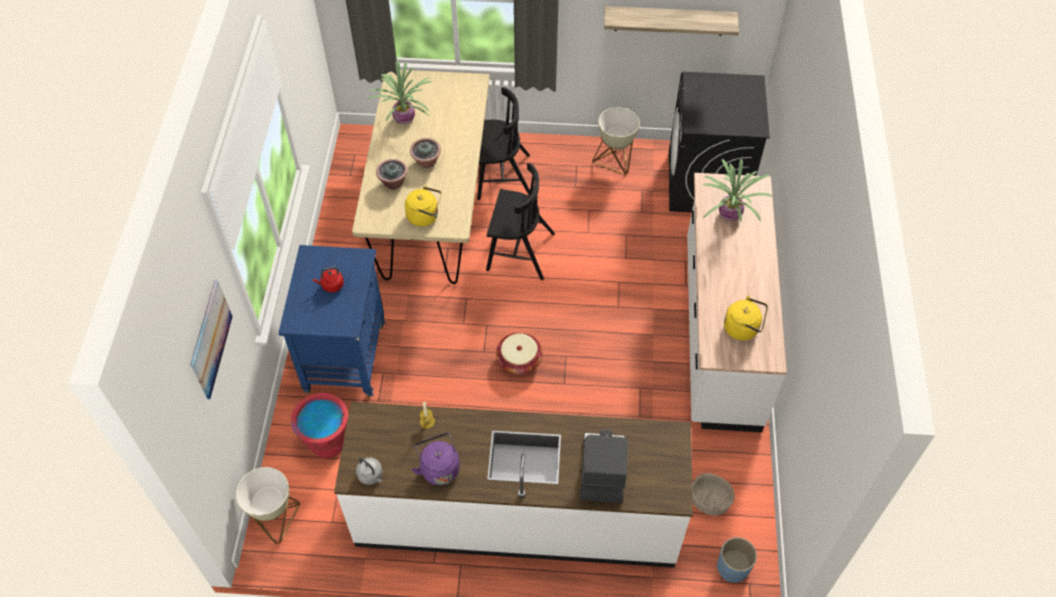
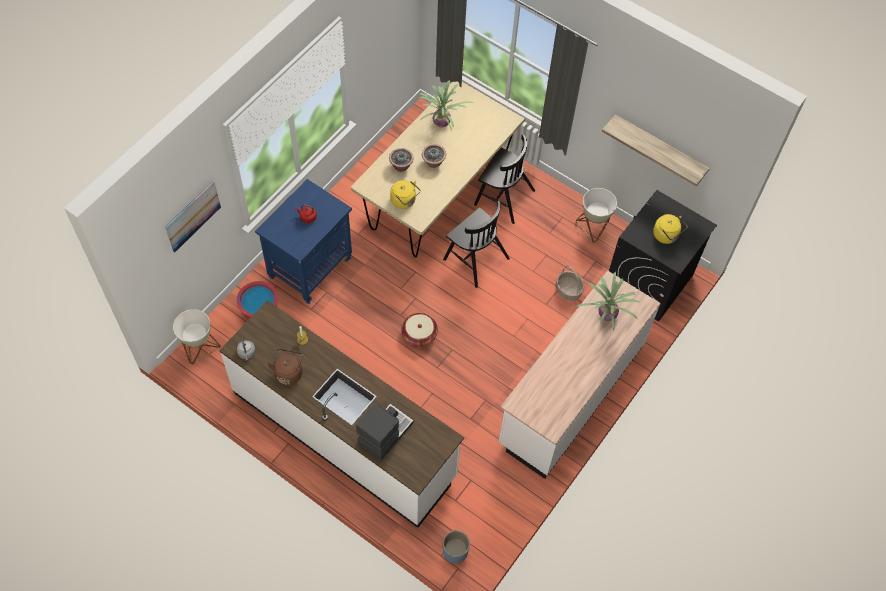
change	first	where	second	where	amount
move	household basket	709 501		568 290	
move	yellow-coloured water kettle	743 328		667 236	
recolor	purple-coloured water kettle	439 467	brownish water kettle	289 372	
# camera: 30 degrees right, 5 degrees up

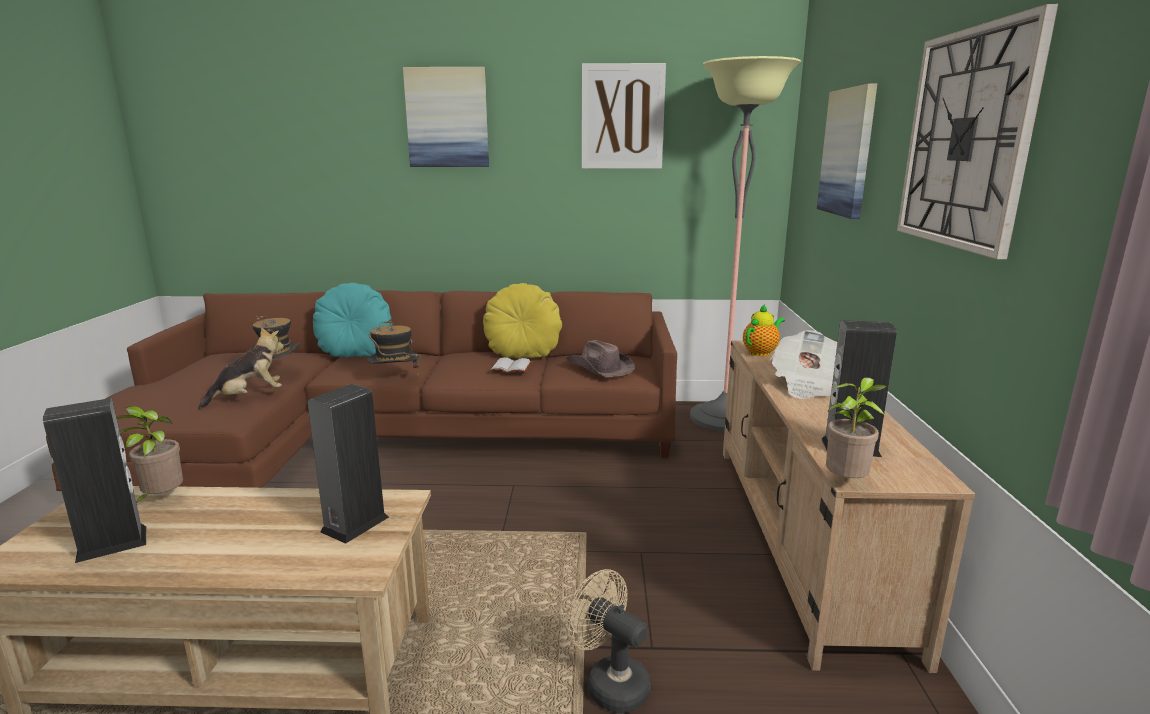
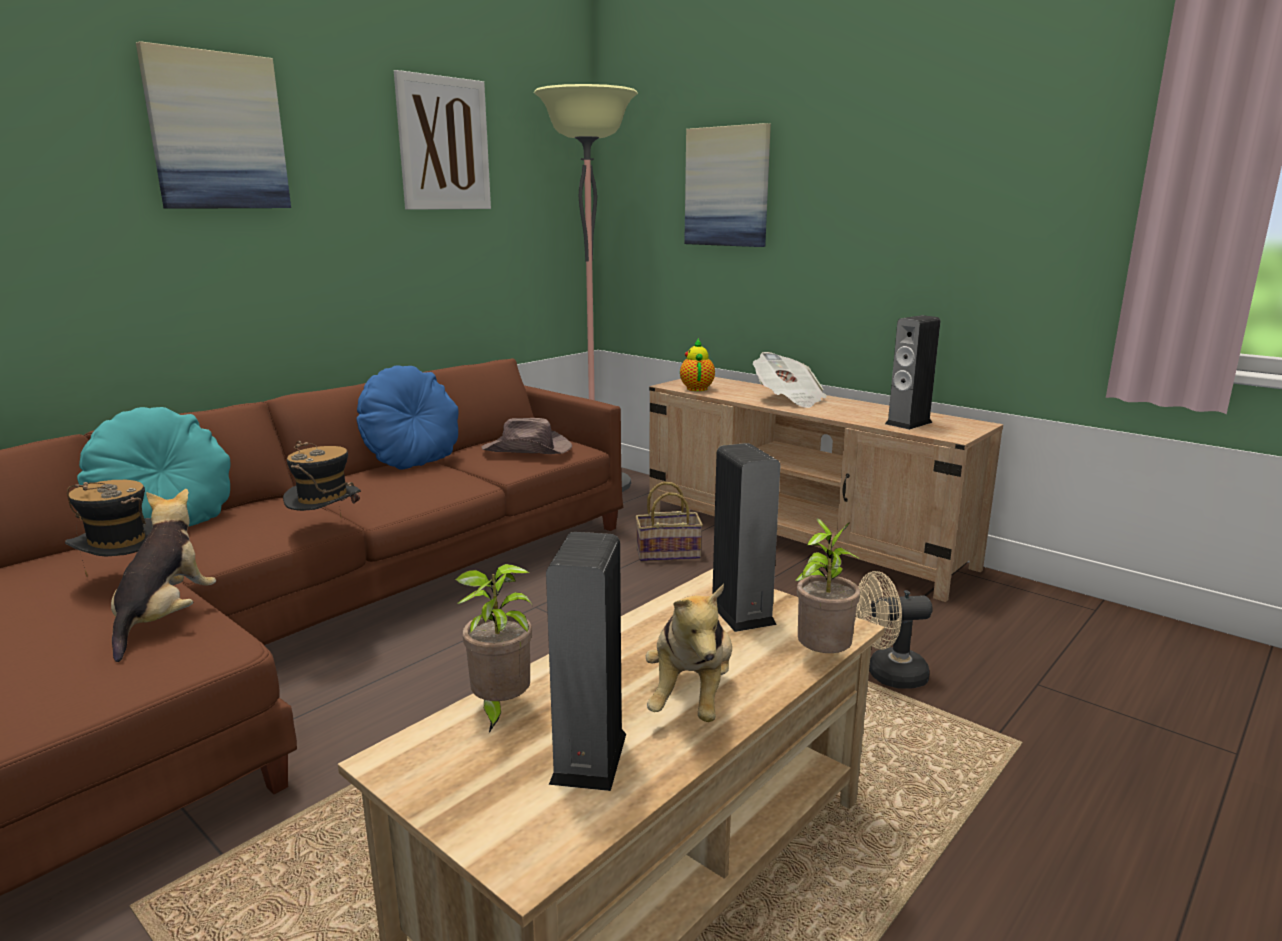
change	first	where	second	where	amount
delete	whitish bound book	512 367			
delete	hanging clock	966 139			
insert			household basket	669 553	
insert			plush toy	691 697	
move	houseplant	846 483		822 658	
recolor	yellow-coloured cushion	523 355	blue-coloured cushion	413 463	
# camera: 50 degrees left, 0 degrees up

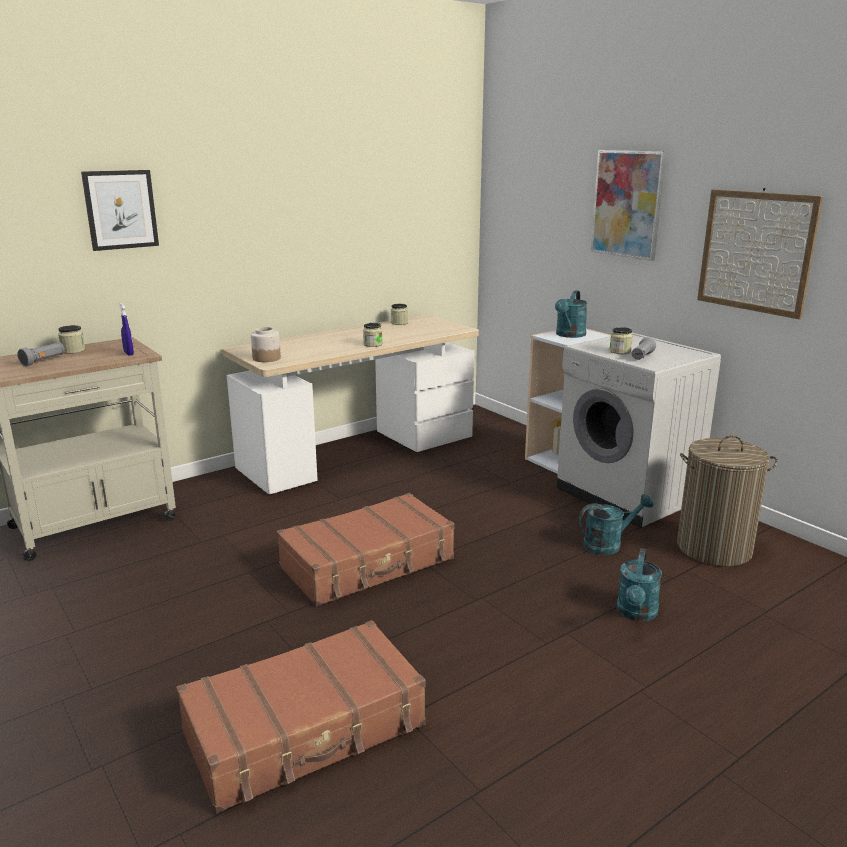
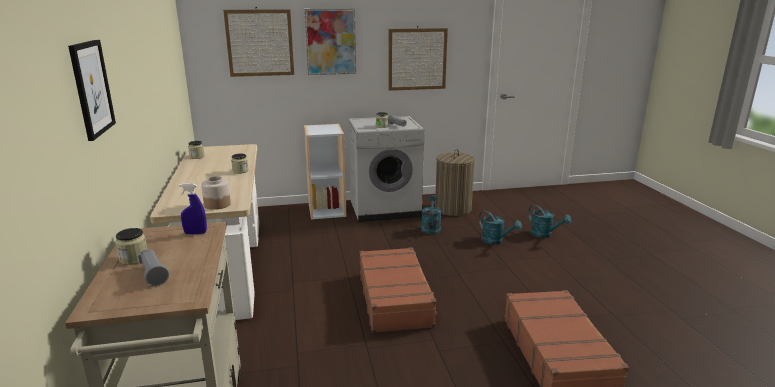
change	first	where	second	where	amount
insert			wall art	260 42	
move	turquoise-coloured sprinkling can	569 335		544 235	
# camera: 65 degrees left, 0 degrees up

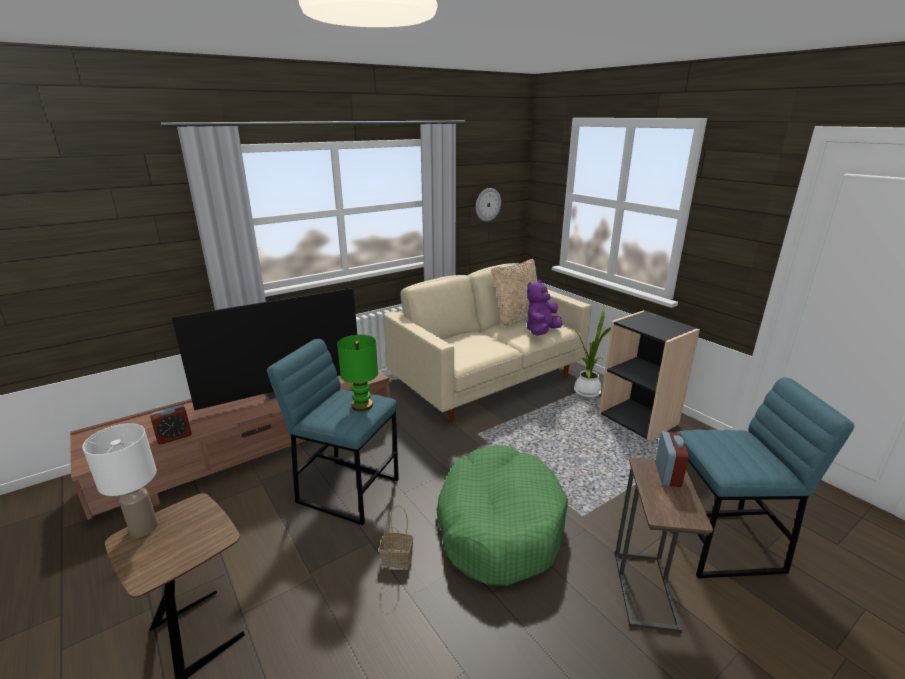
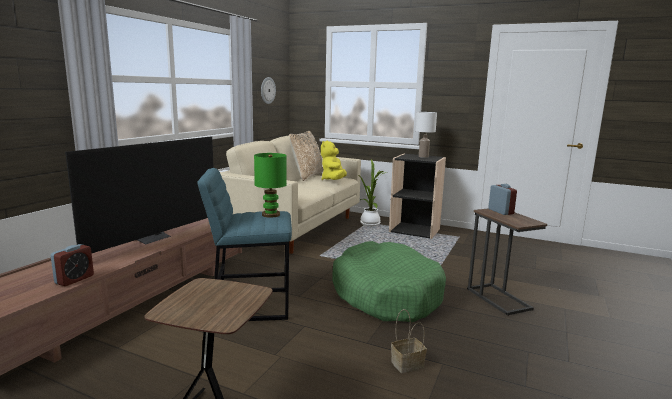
change	first	where	second	where	amount
delete	blue-coloured sitting stool	723 543			
move	whitish lamp for a table	144 528		423 157	
move	household basket	398 558		408 364	
recolor	purple-coloured plush toy	541 332	yellow-coloured plush toy	333 180	
# camera: 30 degrees left, 10 degrees down

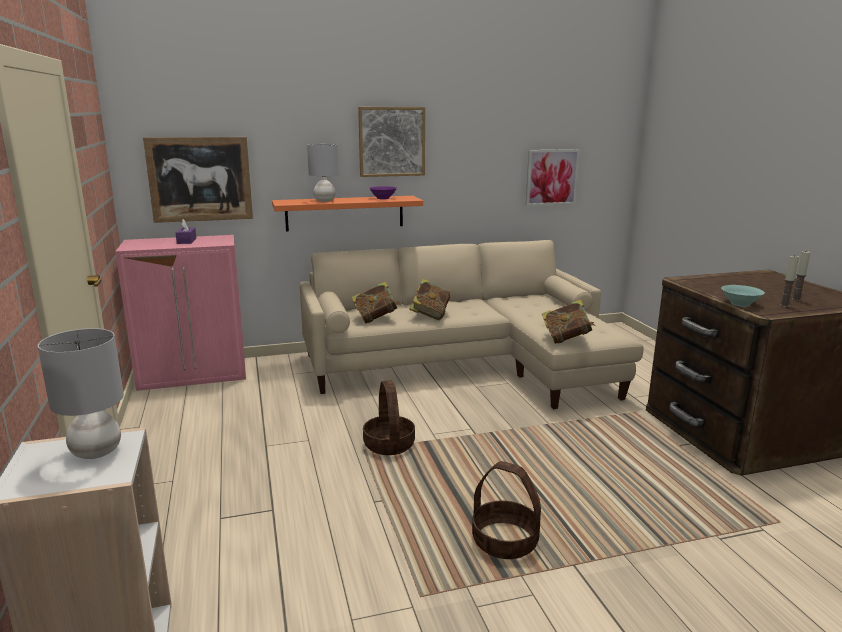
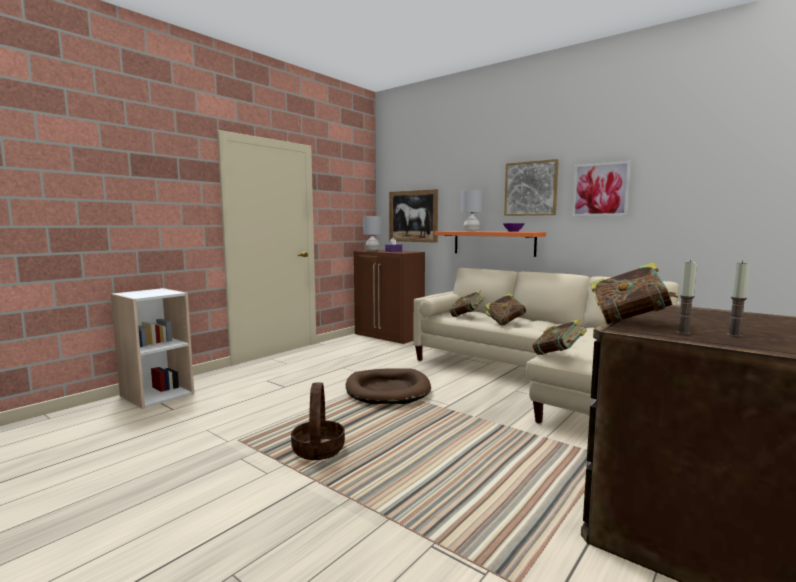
change	first	where	second	where	amount
move	greyish lamp for a table	96 452		372 250	
move	wall art	551 177		600 189	
replace	household basket	388 444	brownish dog bed	387 390	
replace	turquoise-coloured bowl	739 304	bound book	629 321	
recolor	pinkish cabinet	194 374	brownish cabinet	389 335	
# camera: 55 degrees right, 10 degrees down

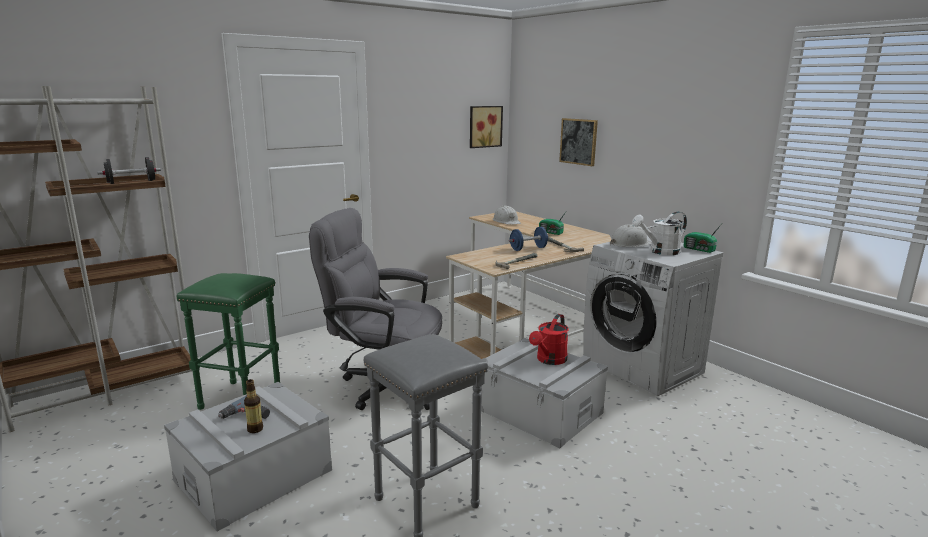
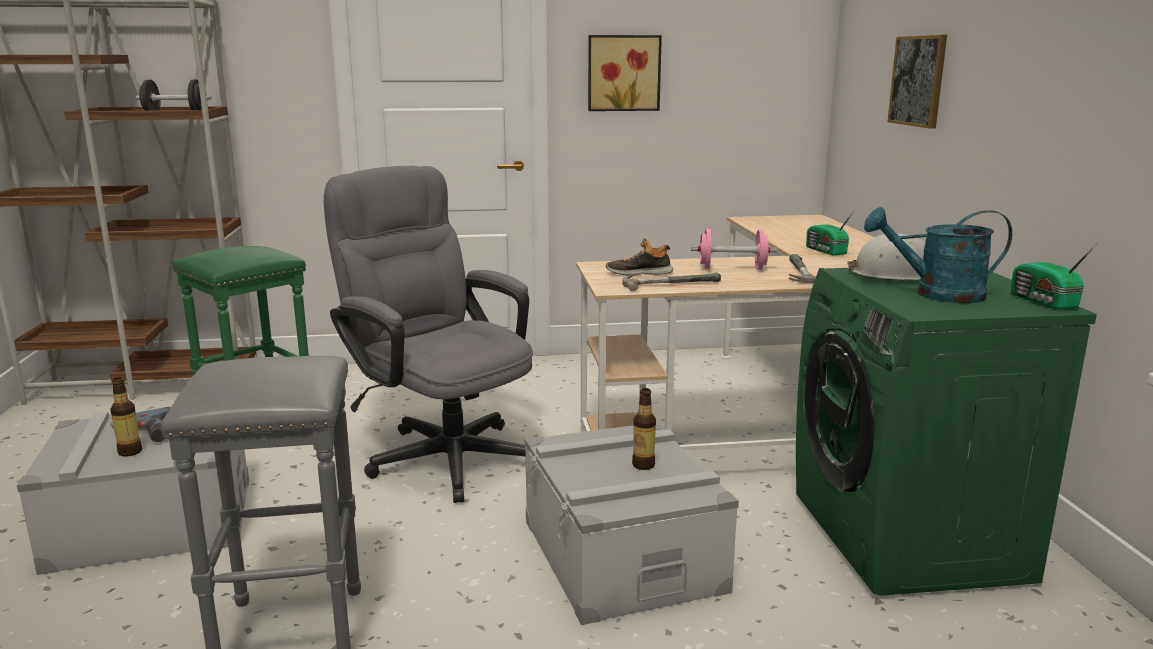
change	first	where	second	where	amount
delete	whitish hard hat	506 221			
insert			item of footwear	639 273	
move	wall art	484 126		623 73	
replace	reddish sprinkling can	549 360	beverage bottle	643 465	
recolor	blue-coloured free weight	528 249	pinkish free weight	732 268	
recolor	whitish laundry appliance	642 369	green-coloured laundry appliance	907 540	
recolor	whitish sprinkling can	660 252	turquoise-coloured sprinkling can	937 294	
# camera: 30 degrees right, 0 degrees up

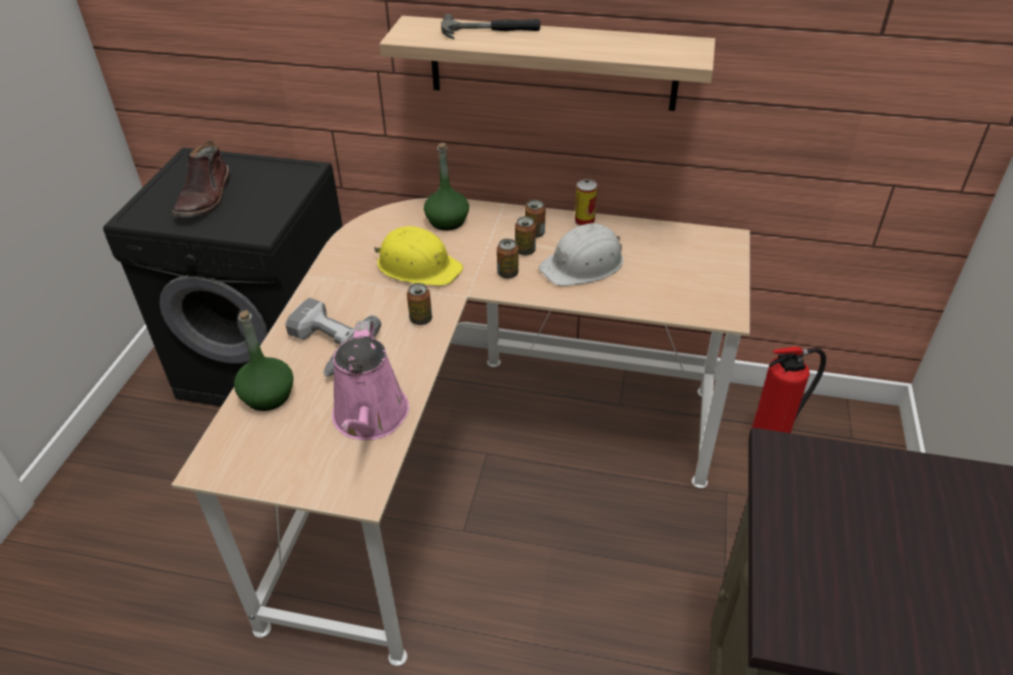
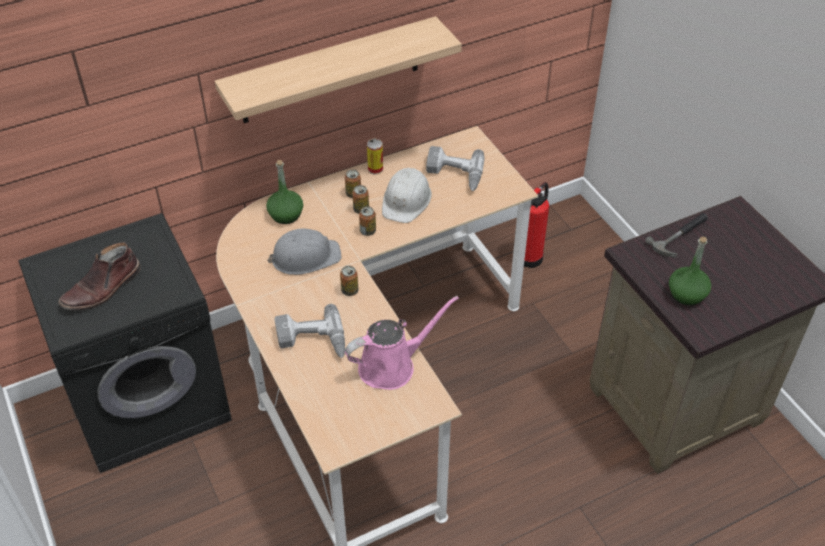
change	first	where	second	where	amount
insert			power drill	454 174	
move	green-coloured beverage bottle	268 396		687 294	
move	hand hammer	490 32		681 236	
recolor	yellow-coloured hard hat	418 266	greyish hard hat	305 257	
rotate	brownish boot	206 198		102 289	75 degrees clockwise
rotate	pinkish sprinkling can	370 418		392 366	75 degrees counterclockwise
# camera: 40 degrees left, 5 degrees up

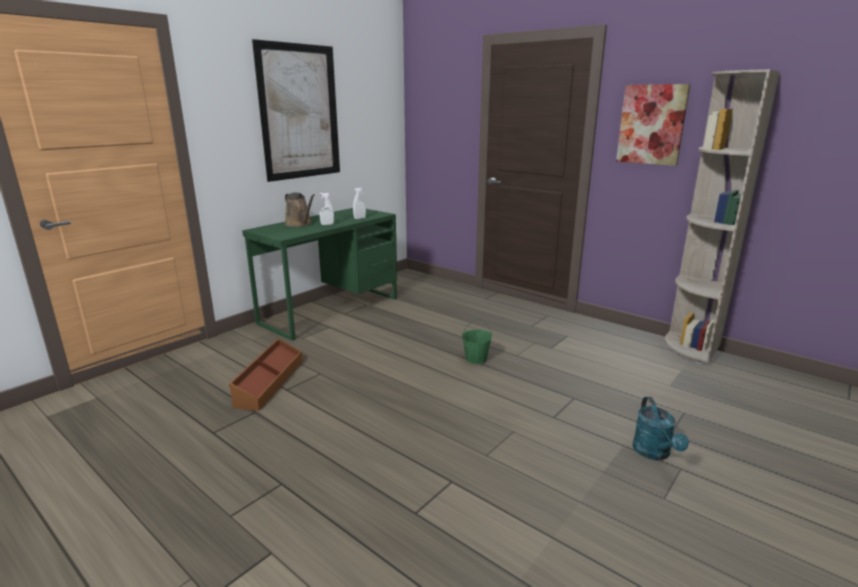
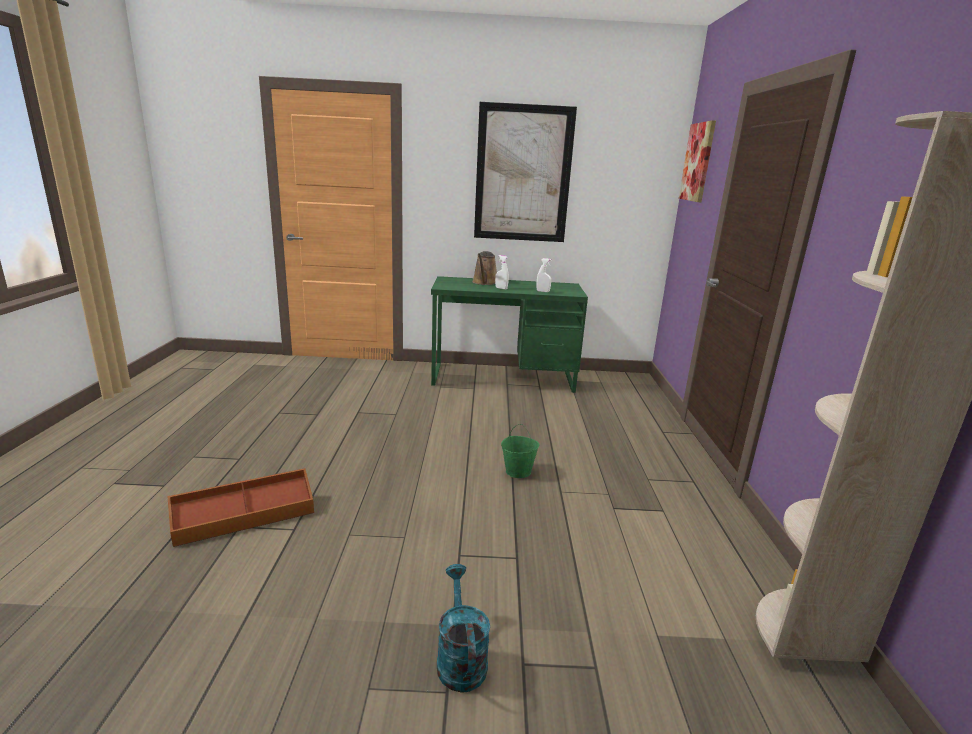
change	first	where	second	where	amount
move	brownish storage box	269 382		245 518	
move	wall art	651 124		698 162	
rotate	turquoise-coloured sprinkling can	654 453		460 658	120 degrees clockwise
# camera: 50 degrees right, 0 degrees up

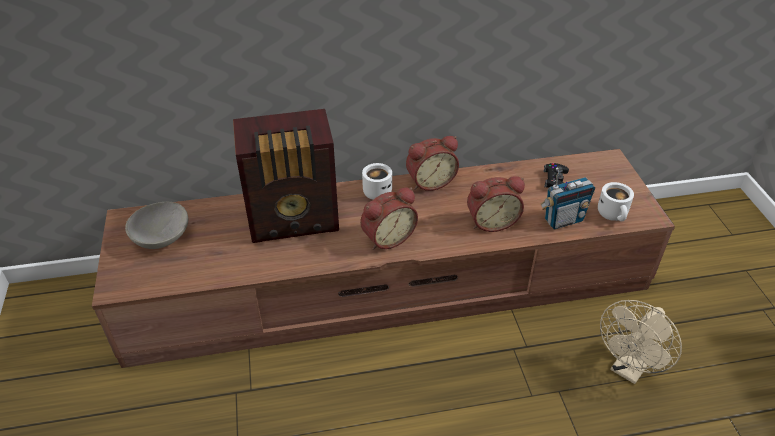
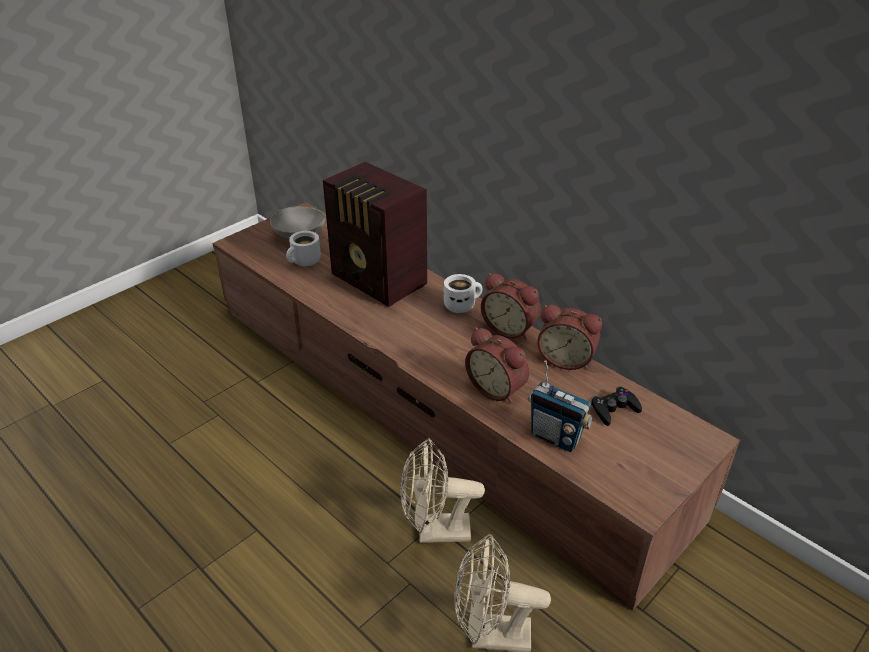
change	first	where	second	where	amount
insert			beige-coloured electric fan	435 531	
move	alarm clock	387 237		566 358	
move	whitish coffee mug	614 214		305 262	
# camera: 55 degrees right, 5 degrees down

